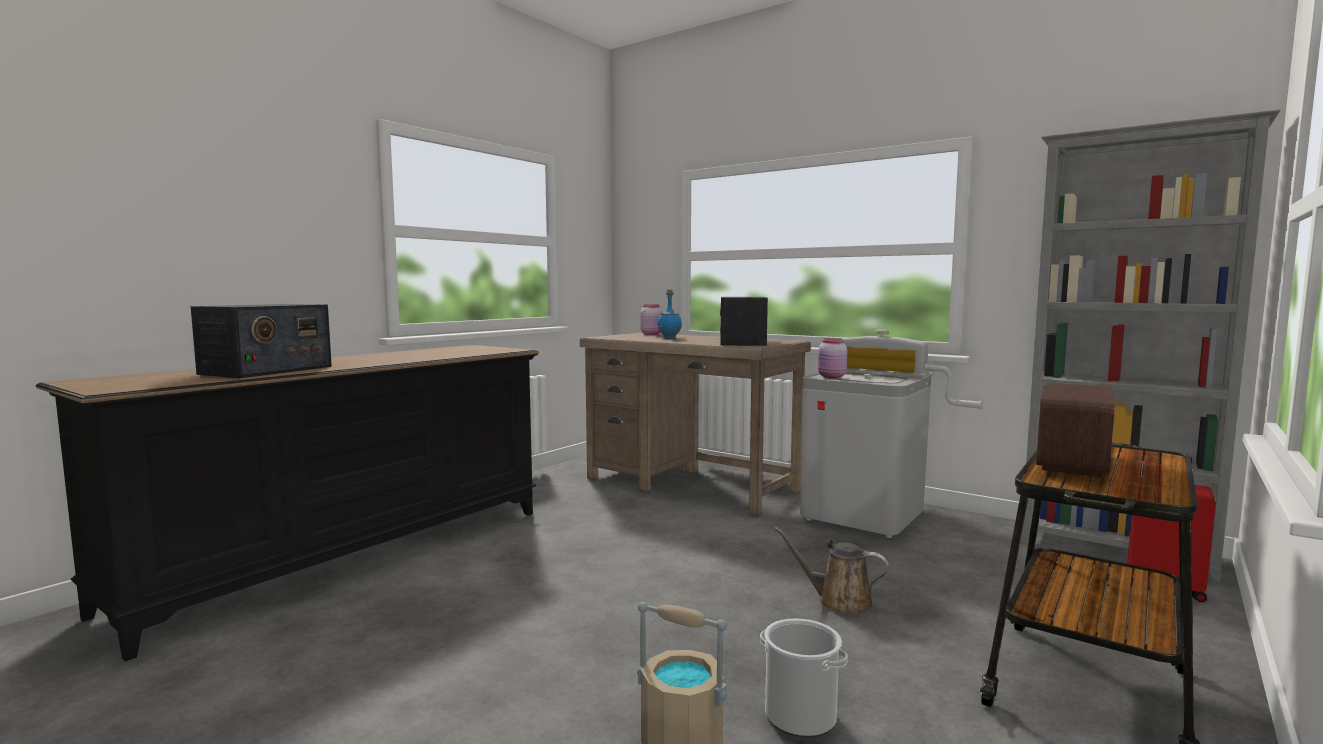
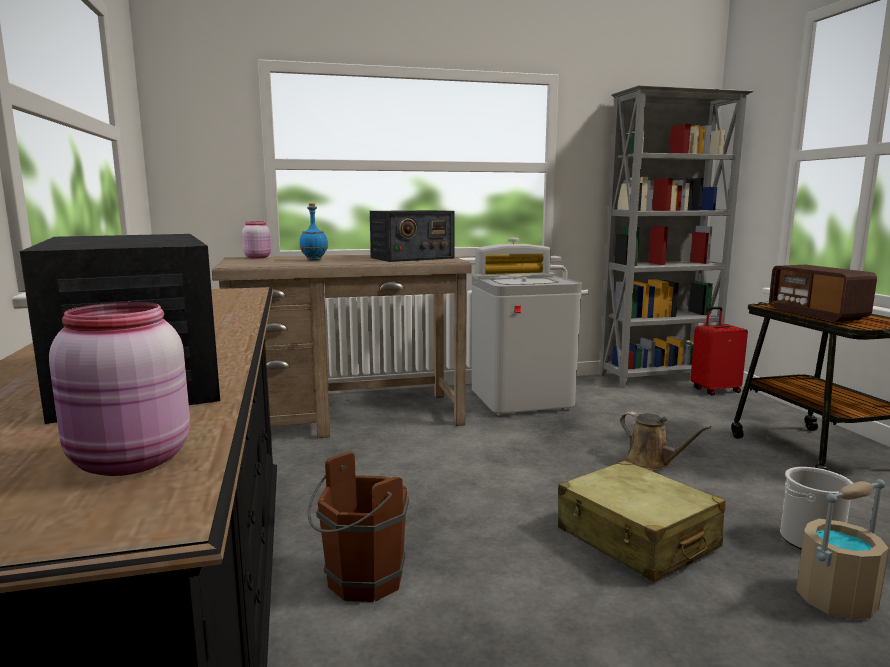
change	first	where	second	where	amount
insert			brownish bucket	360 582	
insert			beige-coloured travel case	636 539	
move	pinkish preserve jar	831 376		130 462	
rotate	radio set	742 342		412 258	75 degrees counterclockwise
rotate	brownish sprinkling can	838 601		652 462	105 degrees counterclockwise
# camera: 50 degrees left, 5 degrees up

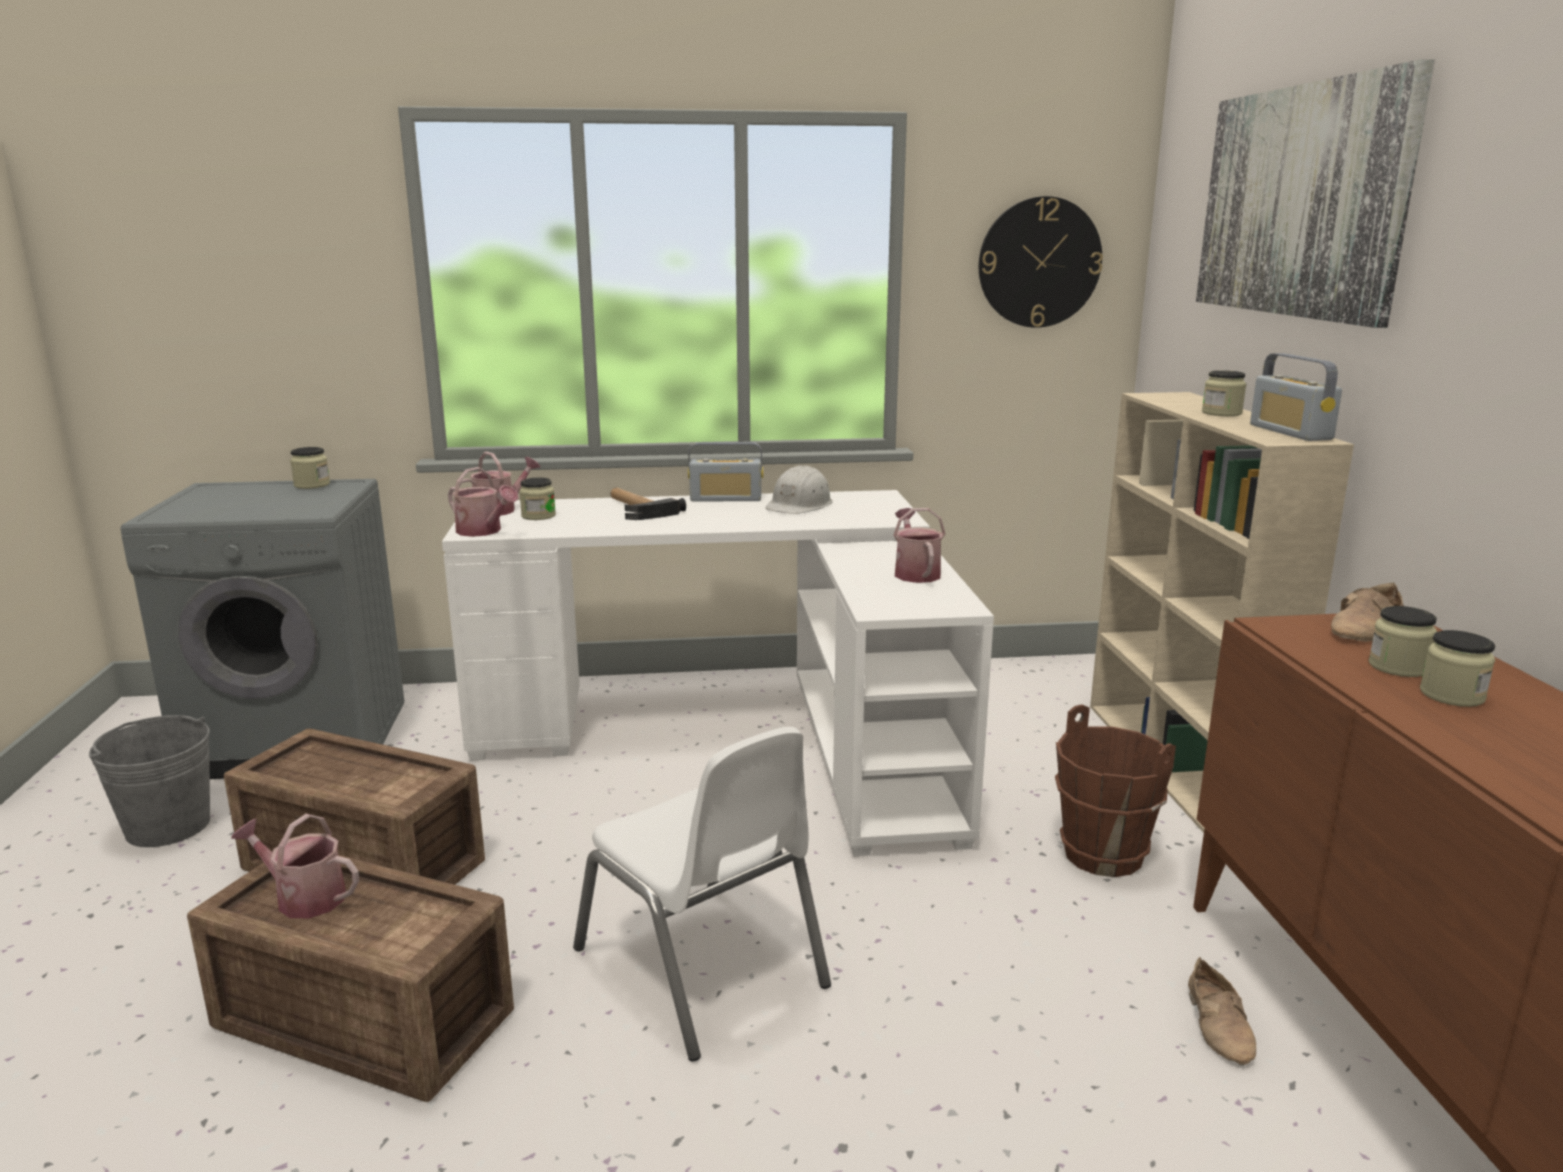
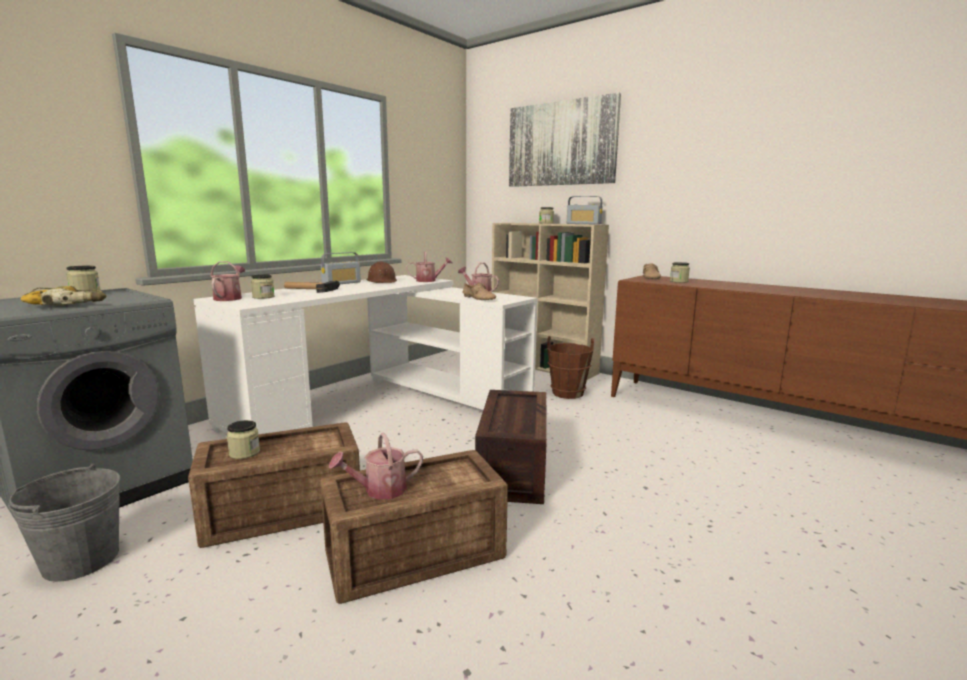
change	first	where	second	where	amount
delete	hanging clock	1039 262			
insert			power drill	68 303	
move	sprinkling can	483 531		429 280	
move	beige-coloured item of footwear	1220 1025		479 298	
move	preserve jar	1452 695		244 453	
replace	whitish plain chair	701 968	shipping crate	515 470	
recolor	whitish hard hat	800 505	brownish hard hat	382 281	
# camera: 45 degrees left, 5 degrees down

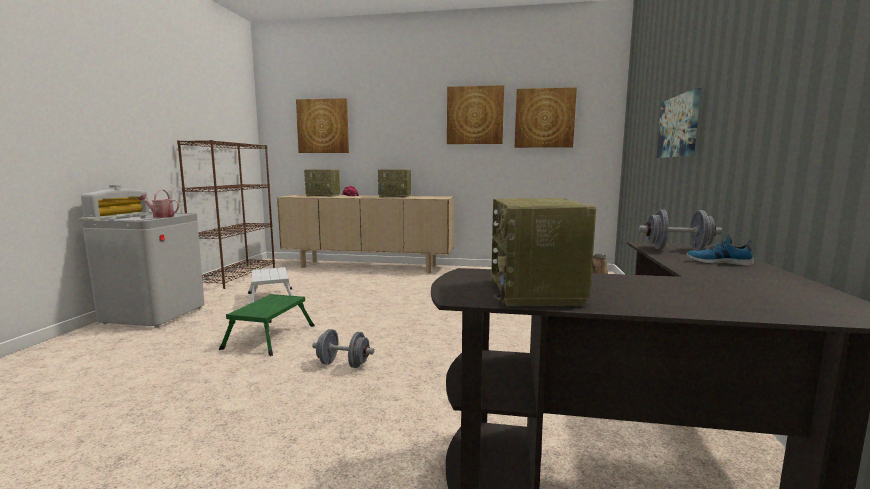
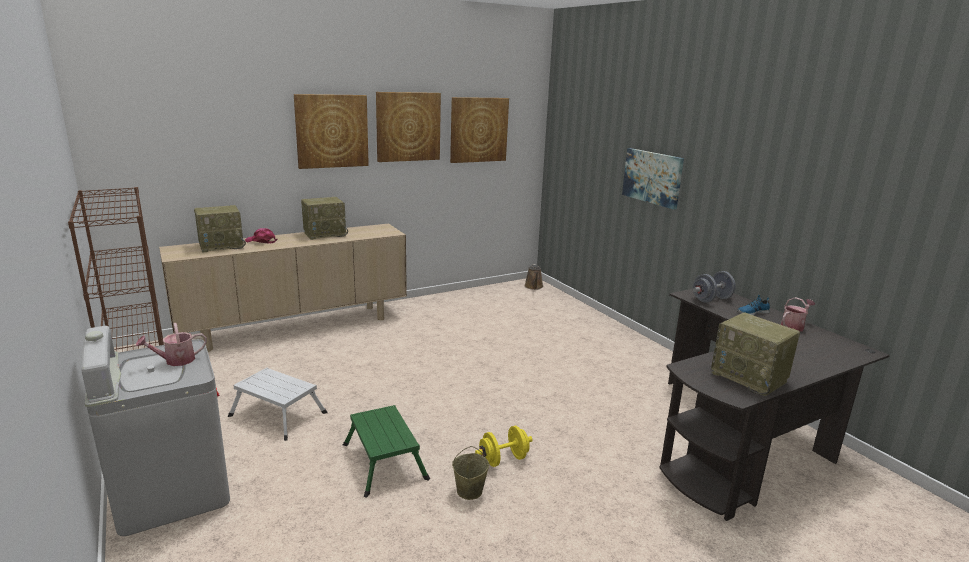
change	first	where	second	where	amount
insert			beige-coloured bucket	469 491	
insert			sprinkling can	794 326	
move	wall art	323 126		332 131	
recolor	greyish free weight	343 364	yellow-coloured free weight	503 459	
# camera: 40 degrees left, 10 degrees up

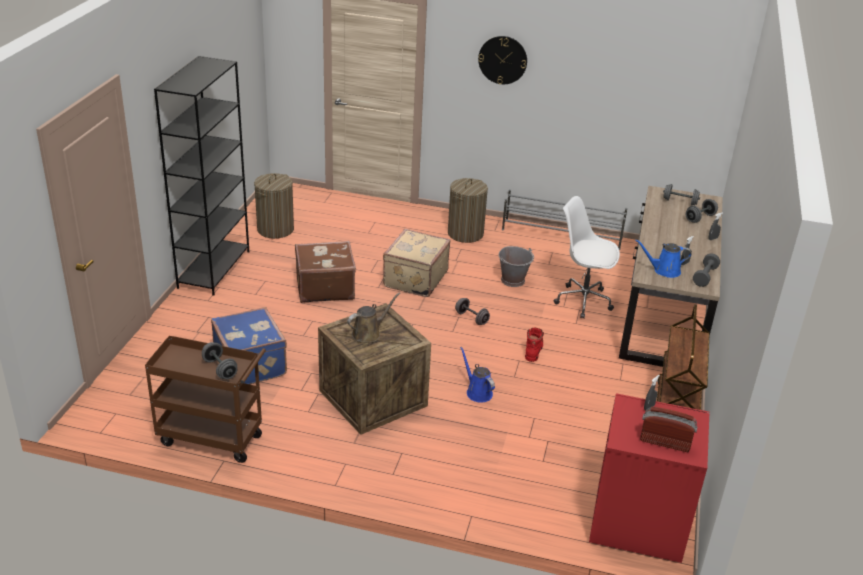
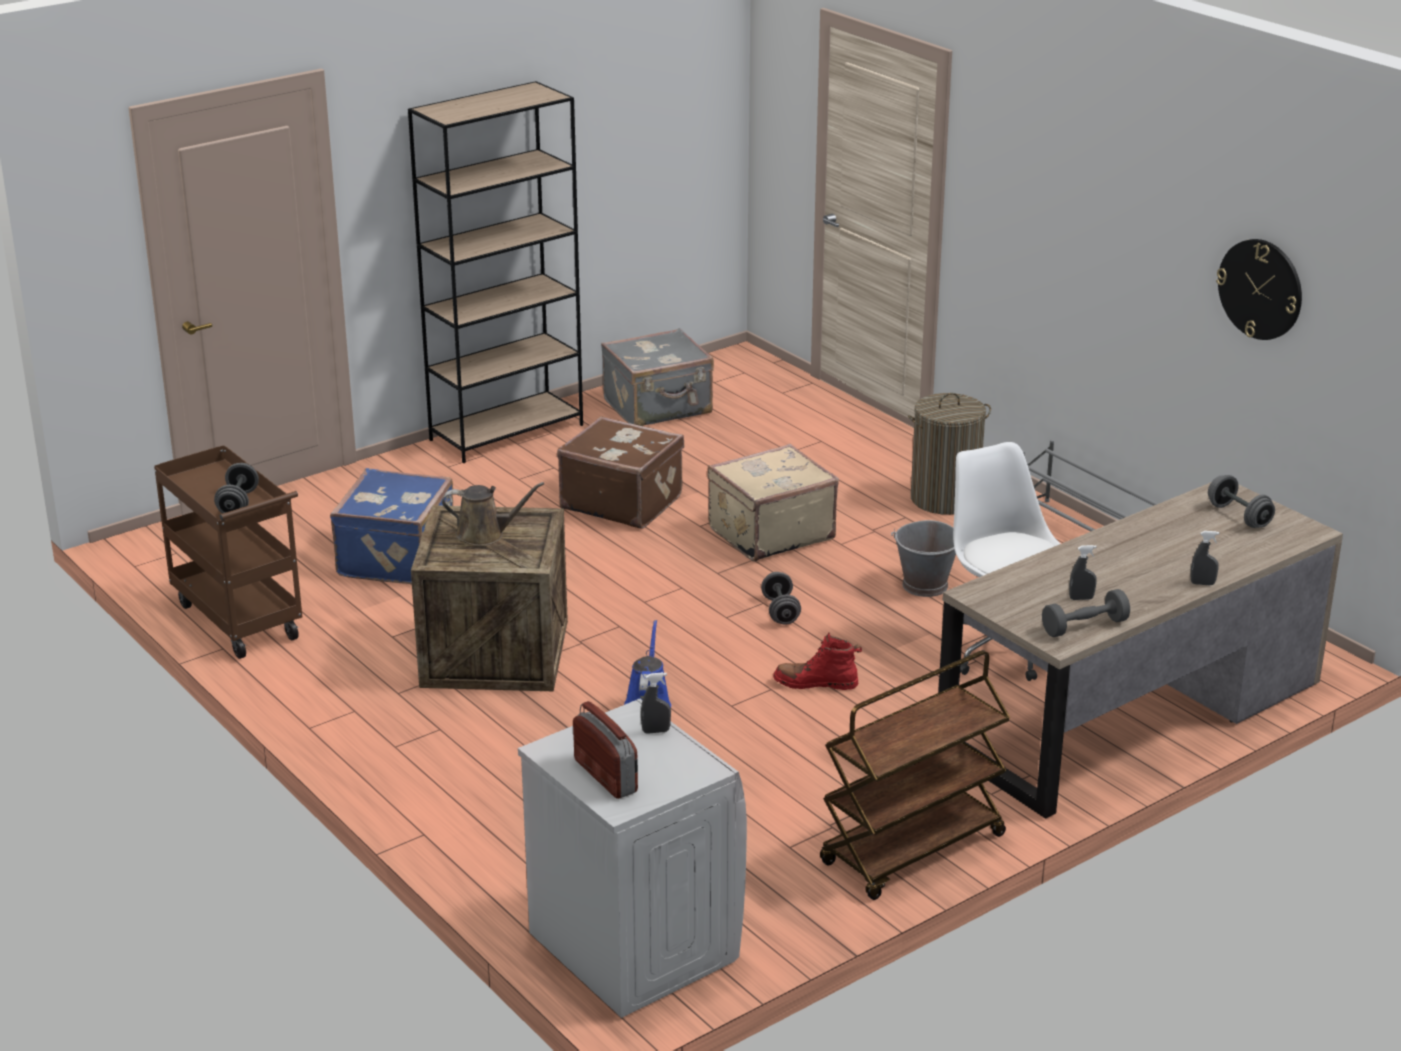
change	first	where	second	where	amount
delete	blue-coloured sprinkling can	664 270			
delete	greyish free weight	700 218			
move	hanging clock	502 60		1260 289	
replace	laundry basket	275 229	greyish travel case	659 408	
recolor	blackish shelving unit	214 269	beige-coloured shelving unit	507 432	
recolor	reddish laundry appliance	637 523	whitish laundry appliance	633 947	
rotate	reddish boot	533 349		816 683	135 degrees counterclockwise
# camera: 40 degrees right, 5 degrees down

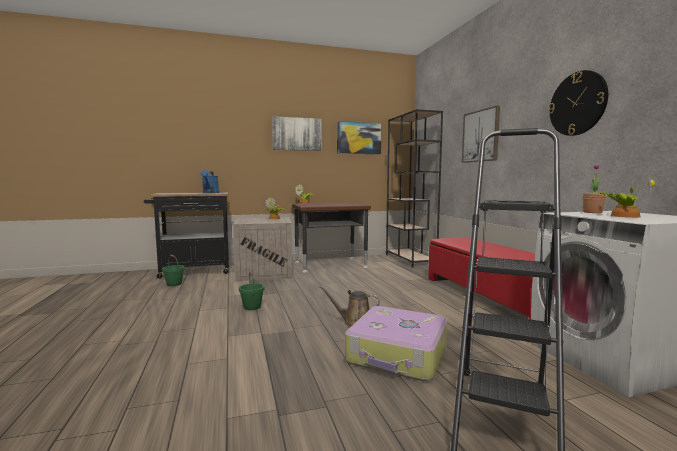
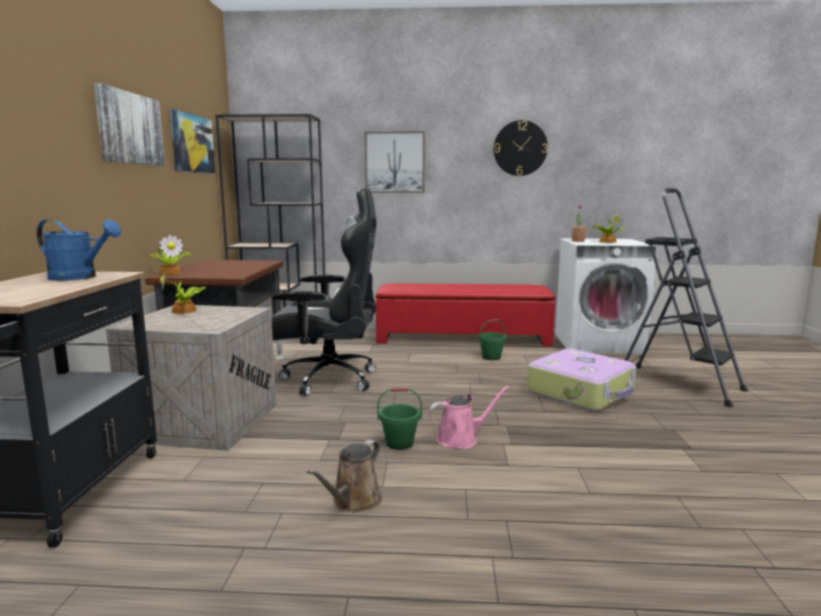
change	first	where	second	where	amount
insert			blackish office chair	323 379	
insert			pinkish sprinkling can	461 439	
move	green-coloured bucket	174 284		491 357	
move	brownish sprinkling can	354 322		354 501	
# camera: 70 degrees left, 5 degrees up

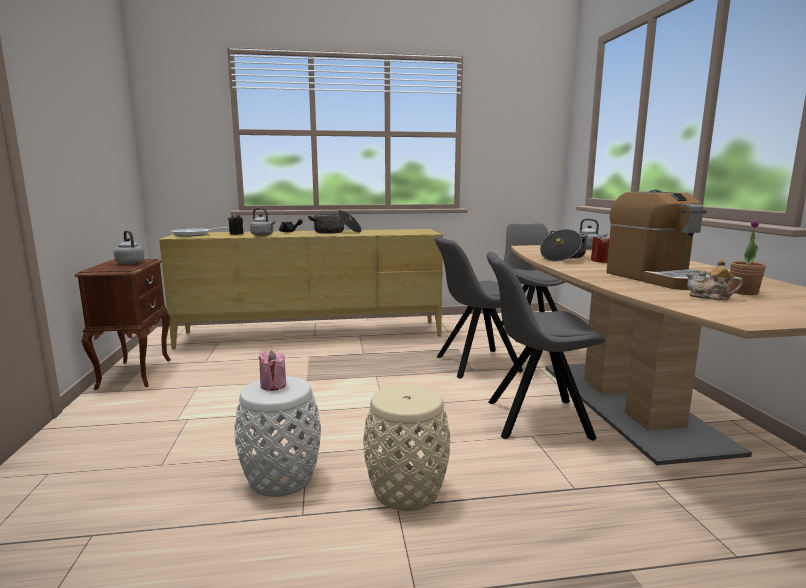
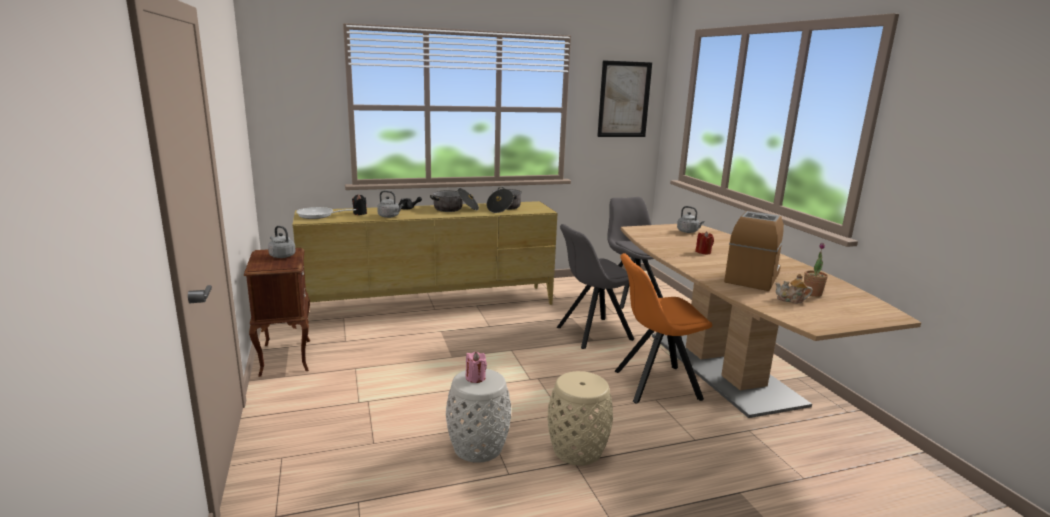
change	first	where	second	where	amount
insert			wall art	624 99	
move	stockpot	562 257		504 208	
recolor	greyish plain chair	536 419	orangey plain chair	655 384	
rotate	coffee machine	658 278		752 277	120 degrees counterclockwise
# camera: 10 degrees left, 5 degrees up

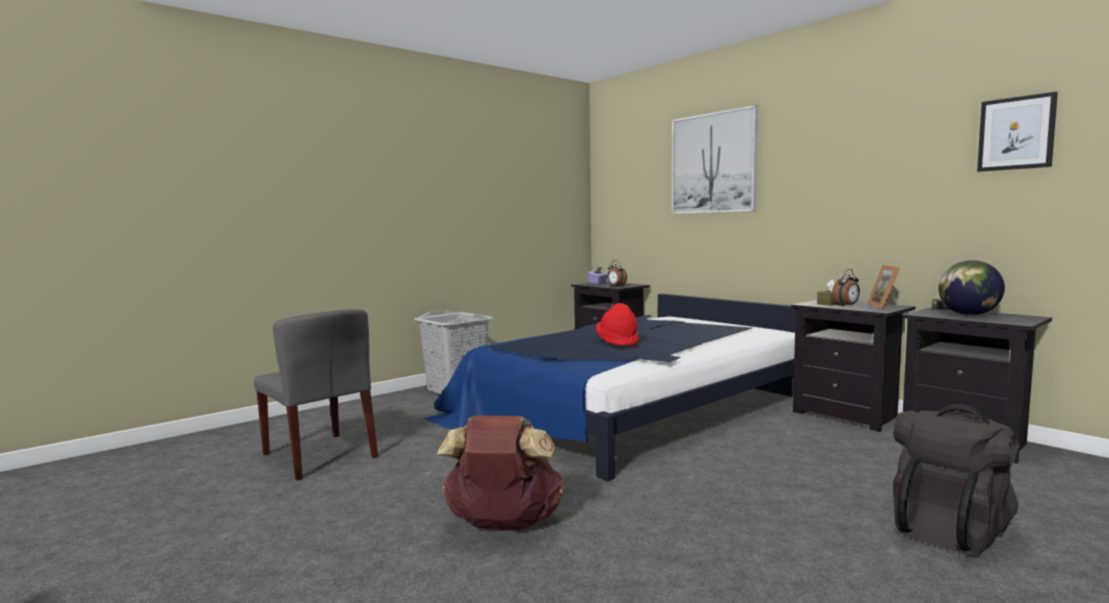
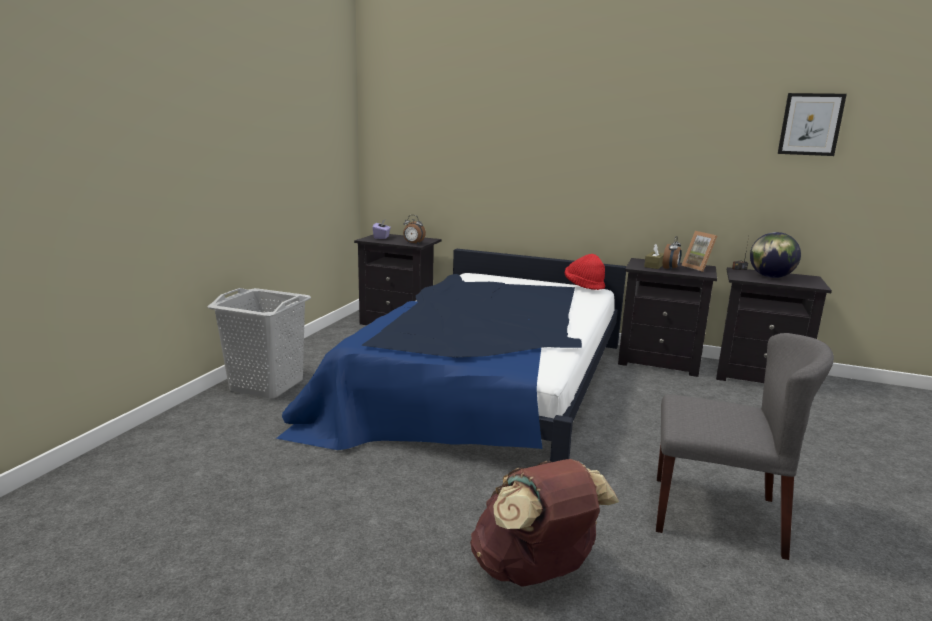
change	first	where	second	where	amount
delete	wall art	713 163			
delete	blackish rucksack	949 529			
move	greyish plain chair	320 455		717 514	
move	reddish wearable hat	618 342		584 285	
# camera: 30 degrees left, 10 degrees up

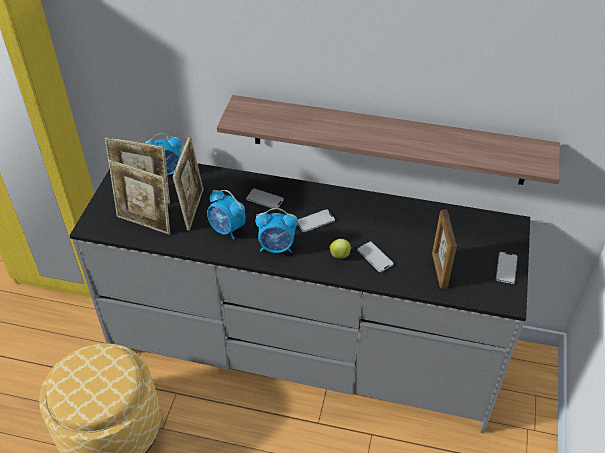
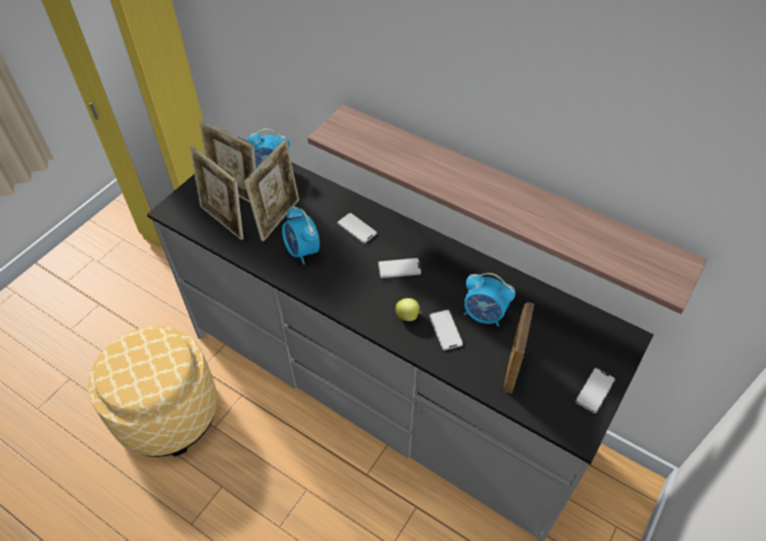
change	first	where	second	where	amount
move	alarm clock	277 247		484 315	
# camera: 20 degrees right, 5 degrees up

